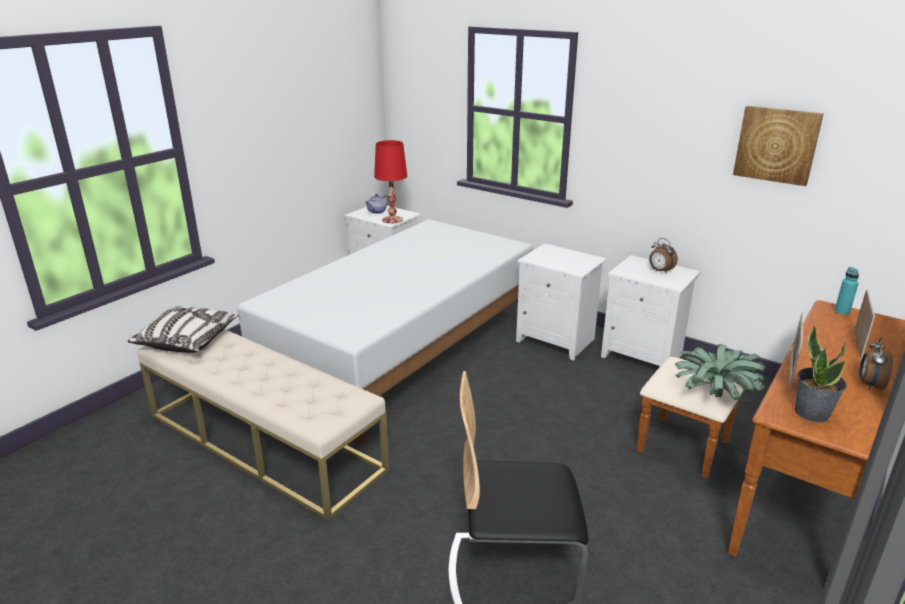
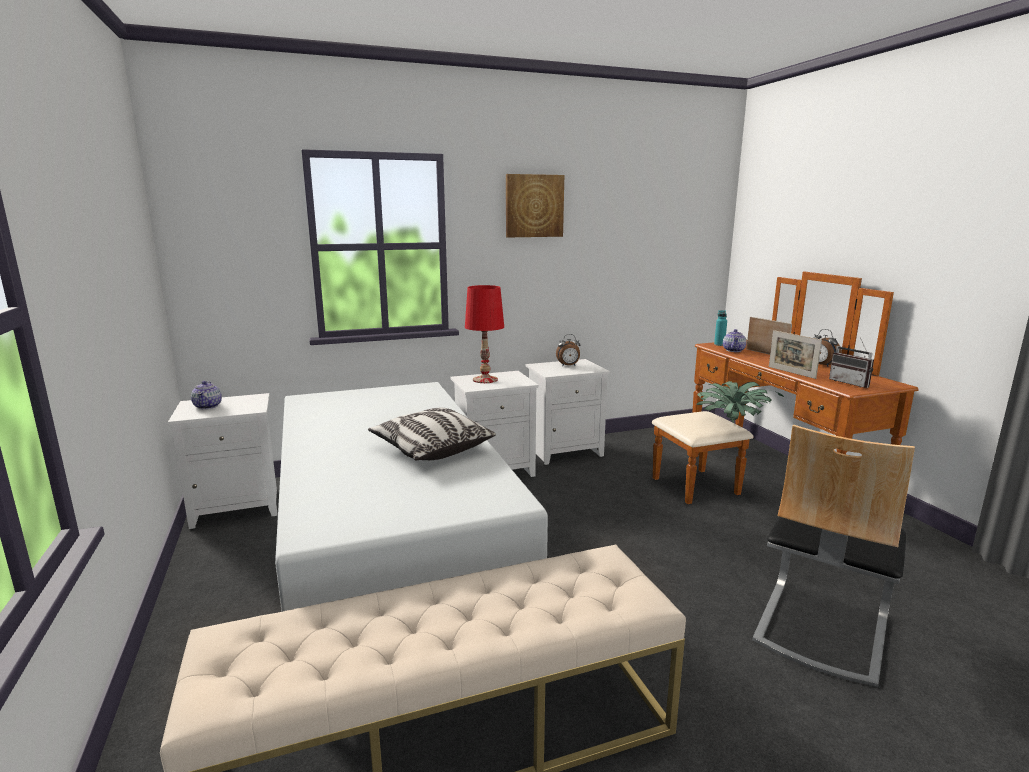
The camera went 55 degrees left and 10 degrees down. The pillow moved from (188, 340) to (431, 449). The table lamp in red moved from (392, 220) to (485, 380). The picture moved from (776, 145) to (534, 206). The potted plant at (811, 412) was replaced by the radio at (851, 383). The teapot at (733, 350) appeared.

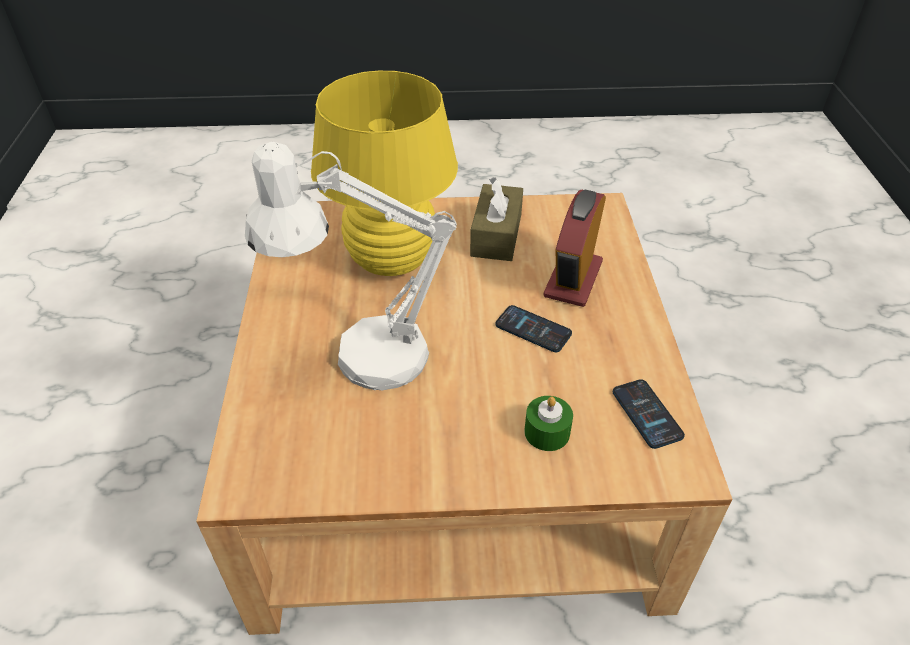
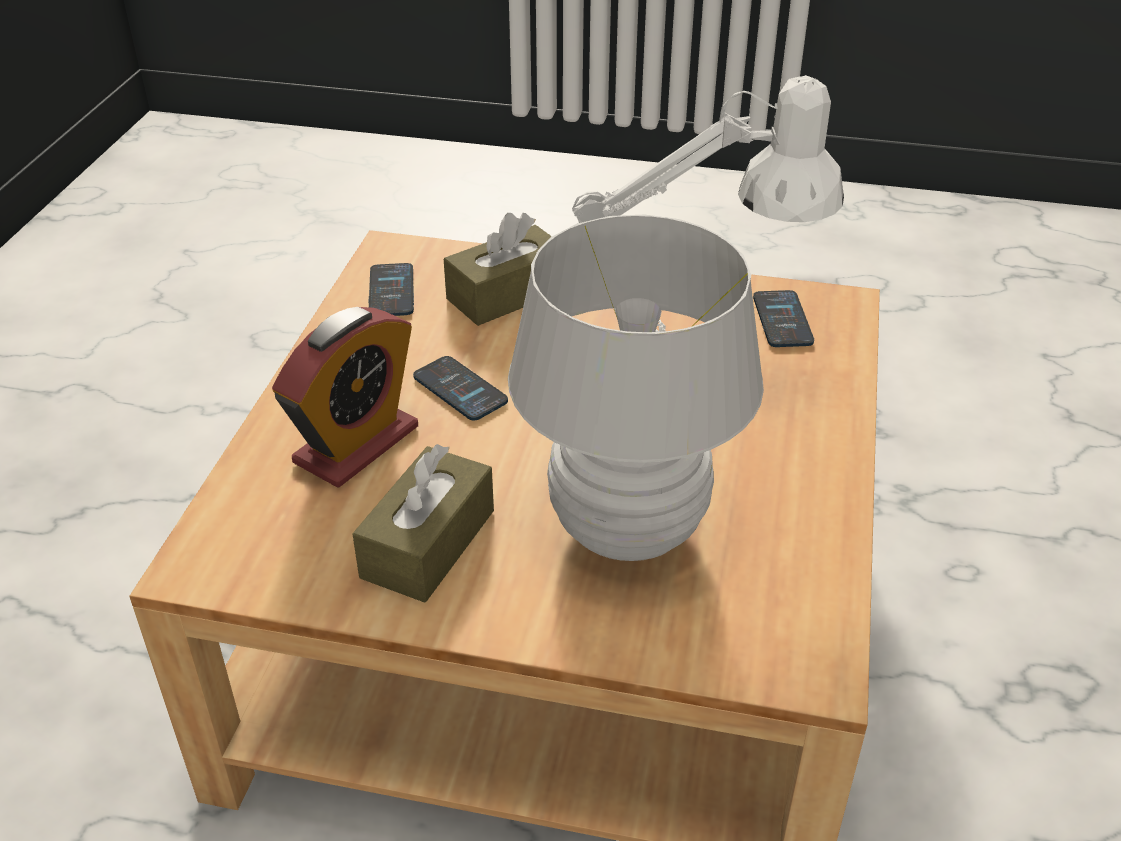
The camera went 165 degrees left and 5 degrees down. The table lamp in yellow at (392, 260) became the table lamp in white at (626, 528). The candle in green at (547, 432) was replaced by the tissue box in brown at (508, 294). The phone at (782, 320) appeared.

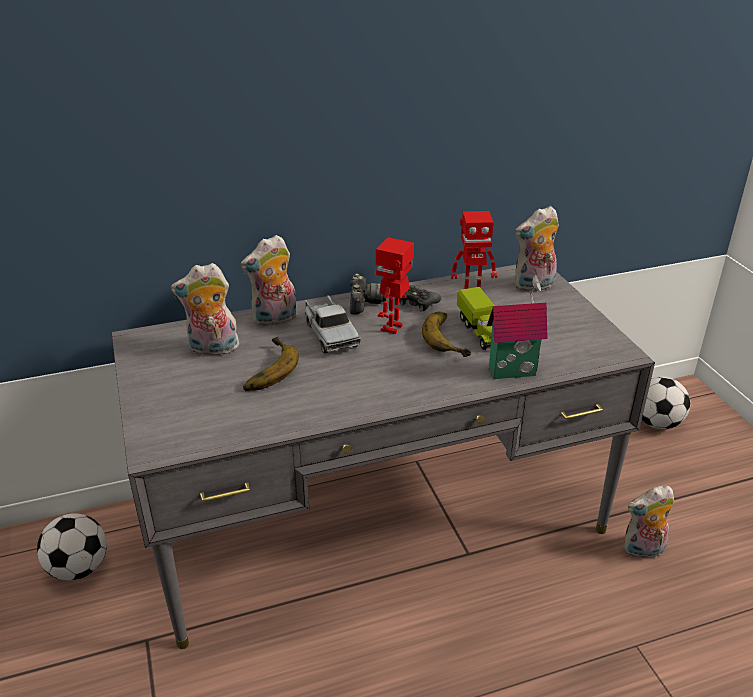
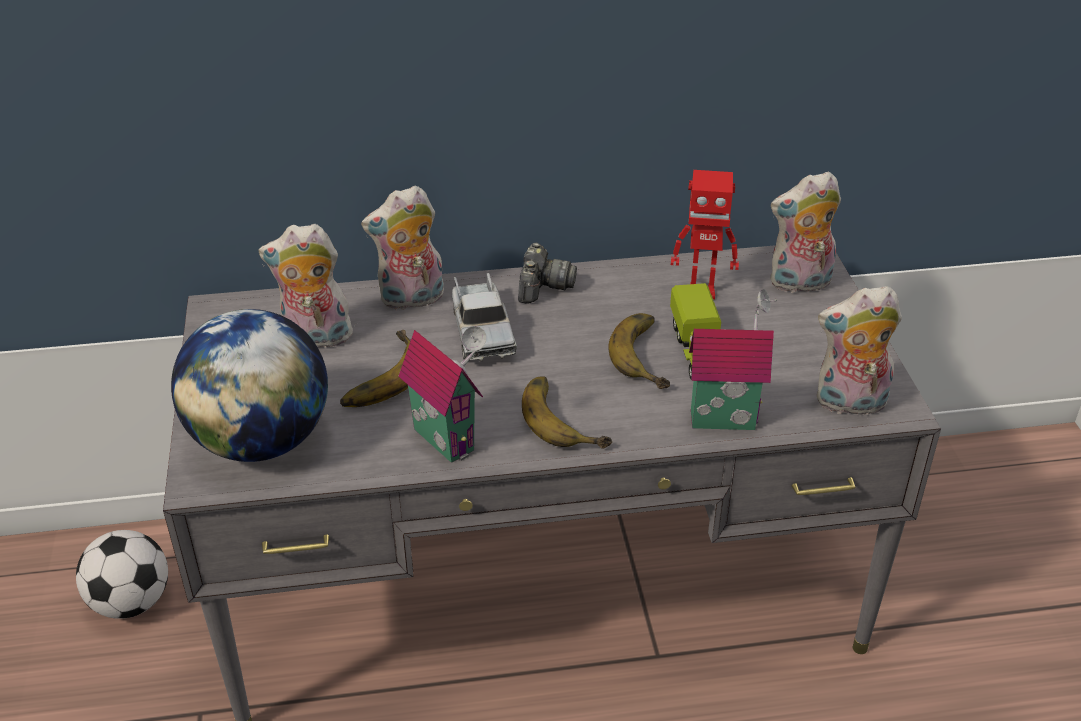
The camera went 10 degrees right and 5 degrees up. The toy robot at (393, 328) disappeared. The game controller in black at (417, 303) disappeared. The plush toy moved from (643, 550) to (849, 404). The football at (657, 423) disappeared. The globe at (261, 441) appeared. The toy house at (448, 438) appeared. The banana at (566, 417) appeared.

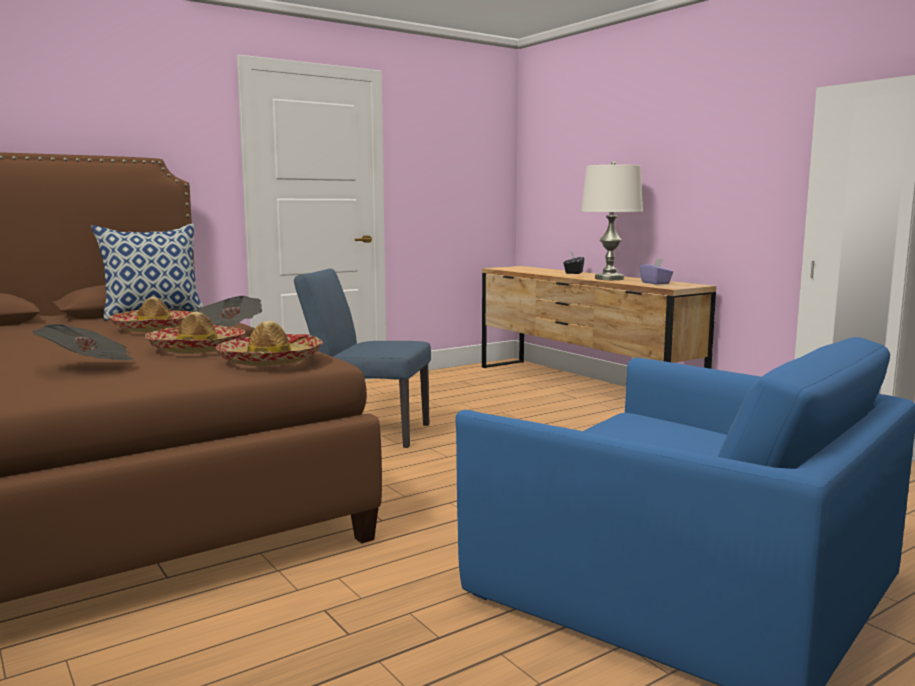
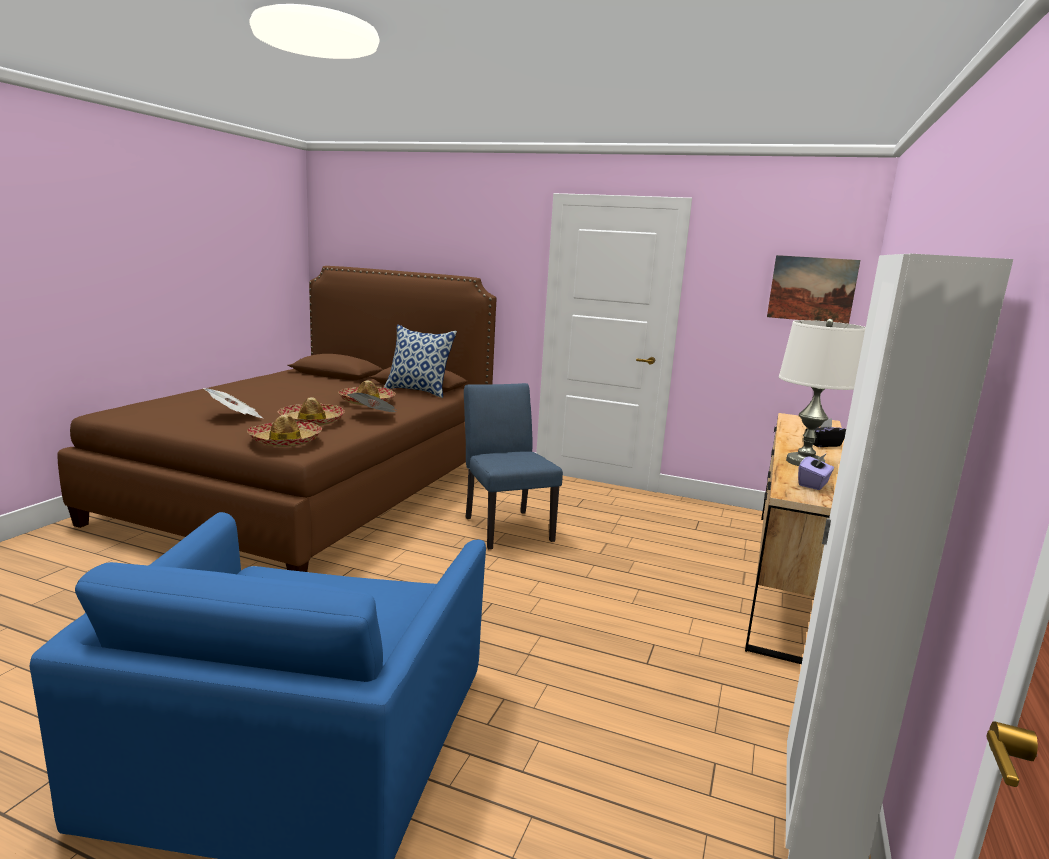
The camera went 55 degrees right and 5 degrees up. The picture at (812, 289) appeared.

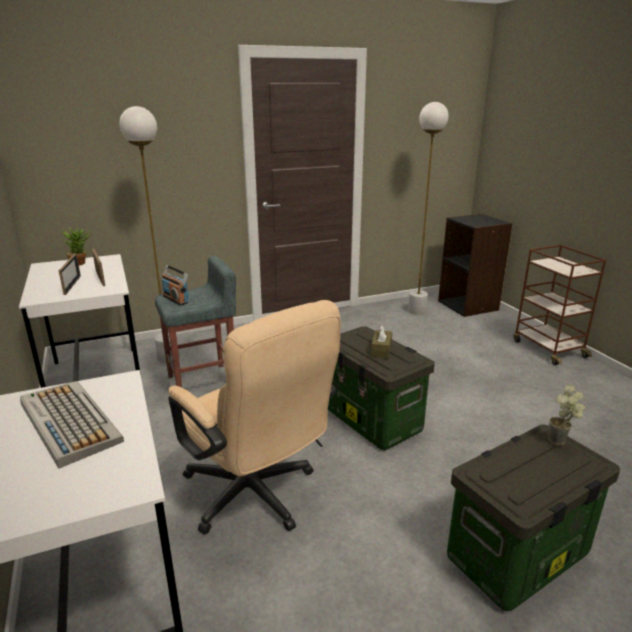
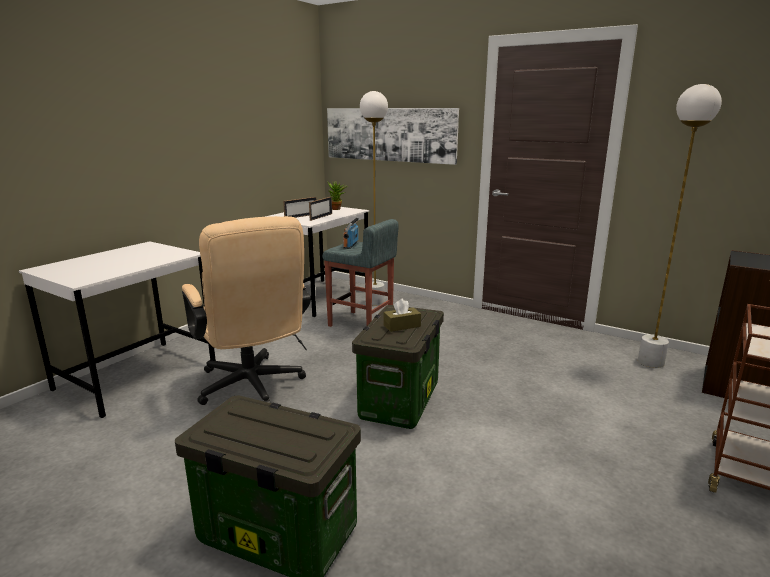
The camera went 55 degrees right and 5 degrees down. The keyboard at (68, 422) disappeared. The office chair in beige at (256, 497) turned 45 degrees counterclockwise. The potted plant at (561, 443) disappeared. The picture at (389, 134) appeared.

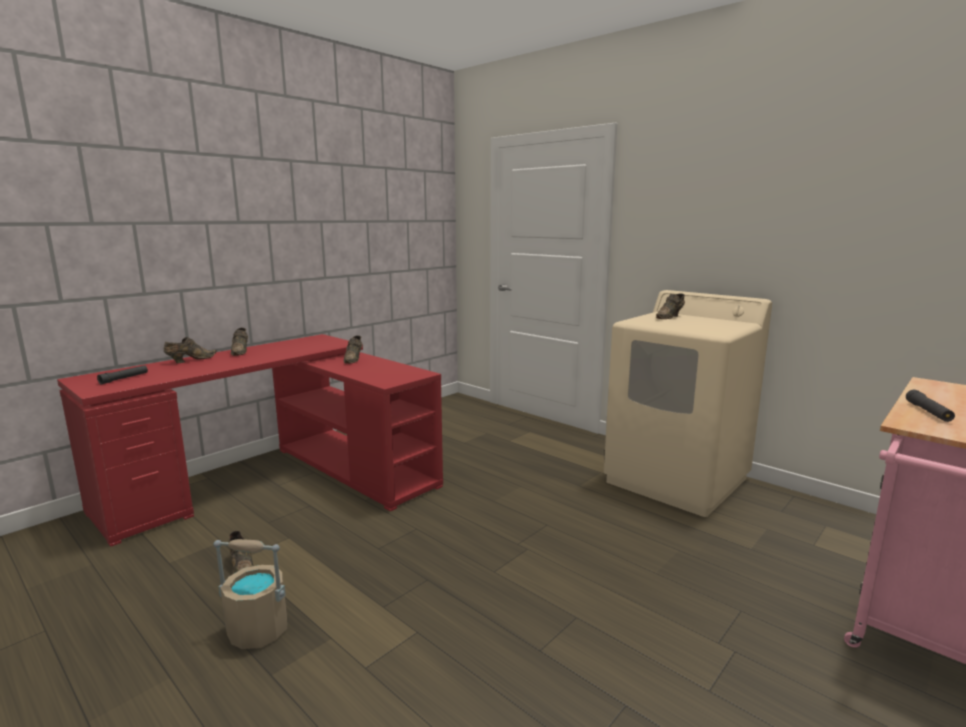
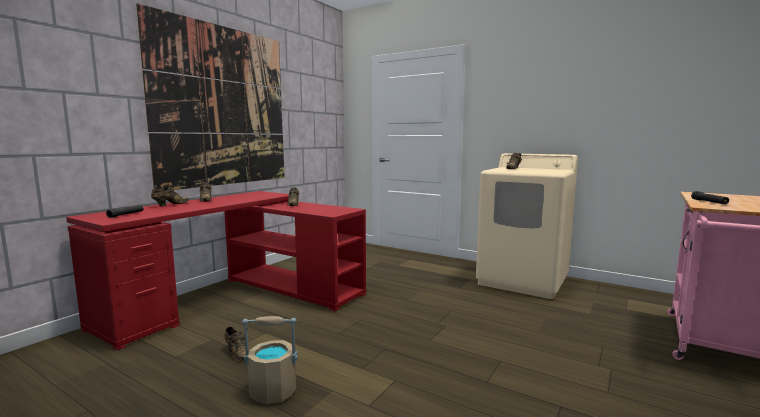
The camera went 10 degrees left and 5 degrees down. The picture at (223, 107) appeared.

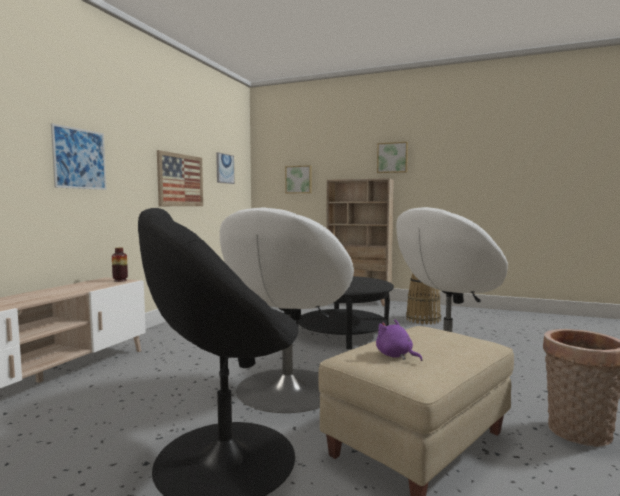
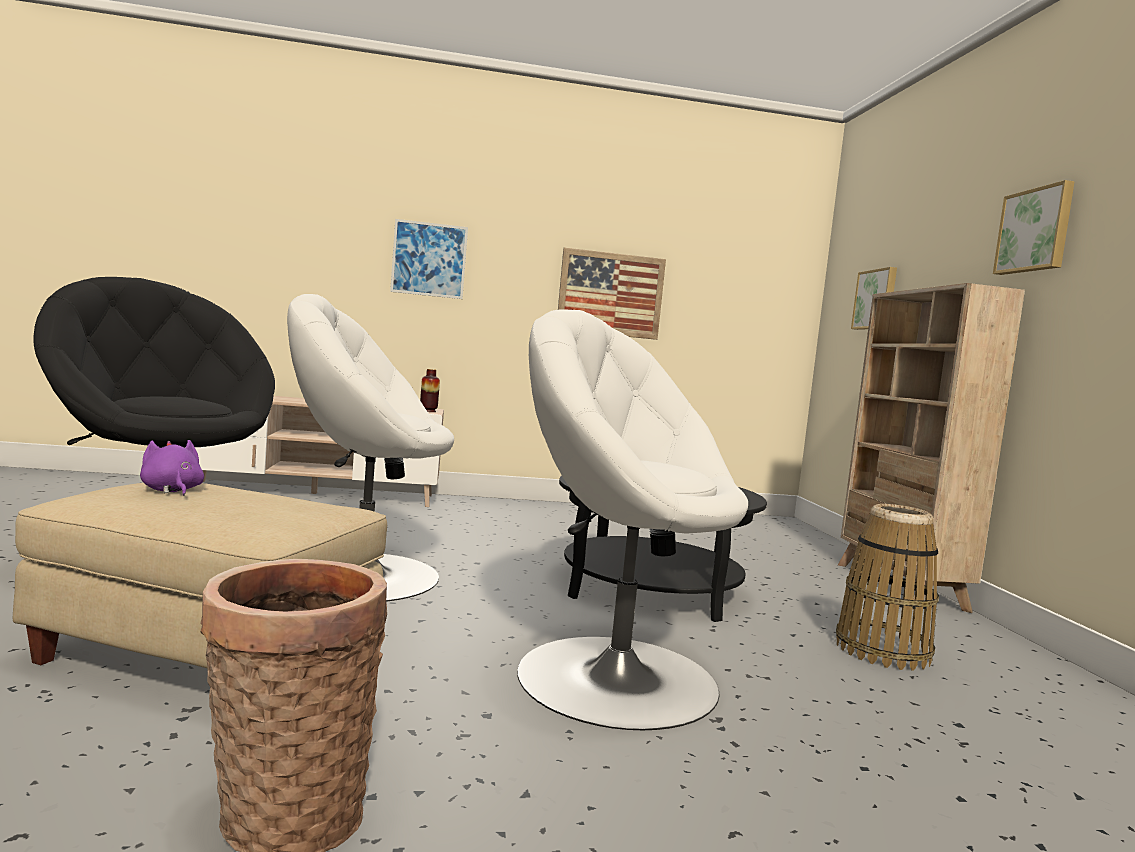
The camera went 60 degrees right and 0 degrees up. The picture at (224, 168) disappeared. The plush toy in purple at (395, 356) turned 60 degrees counterclockwise.

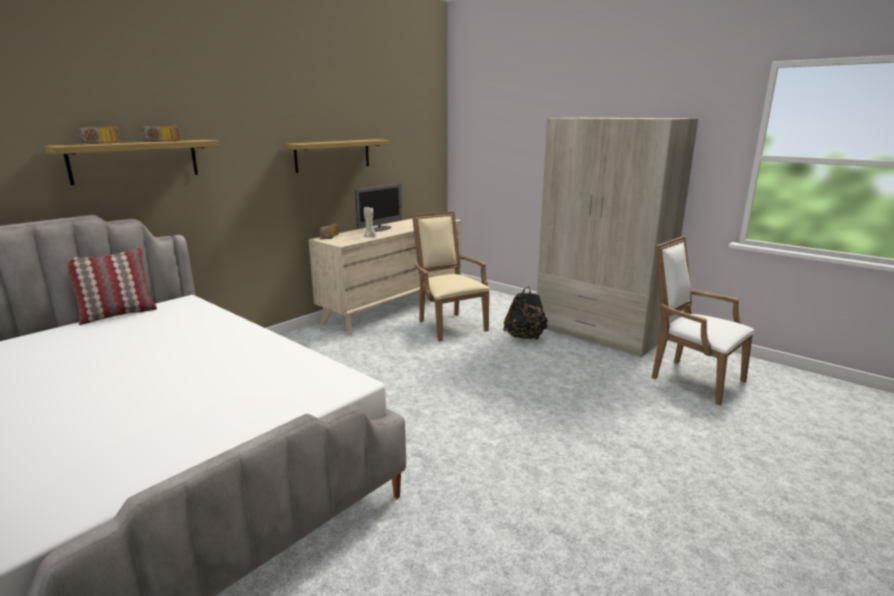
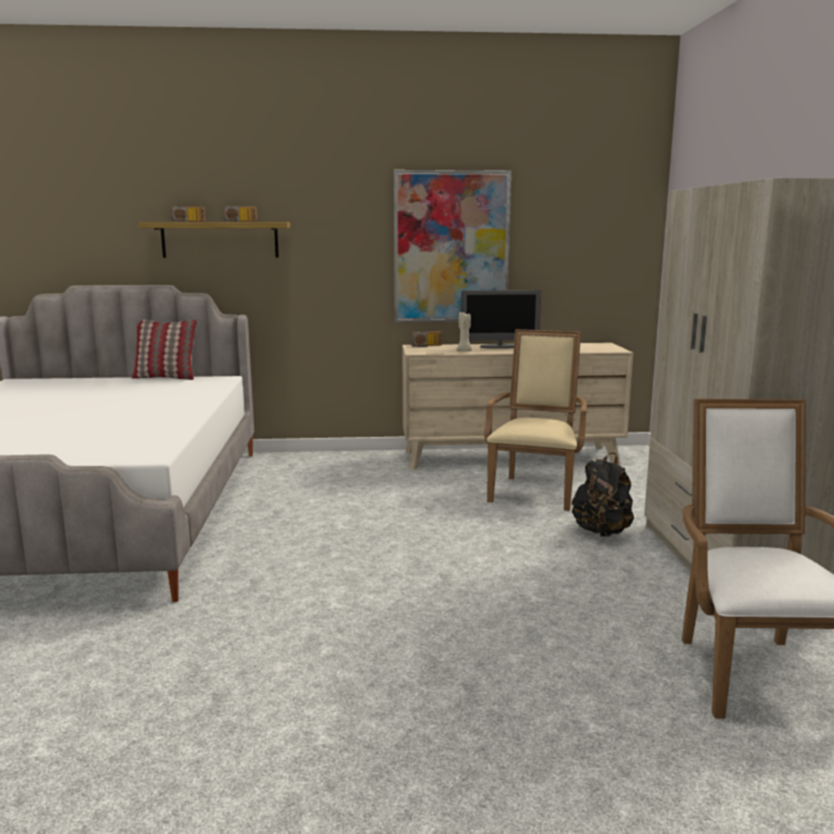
The camera went 45 degrees right and 5 degrees down. The shelf at (333, 155) was replaced by the picture at (451, 247).

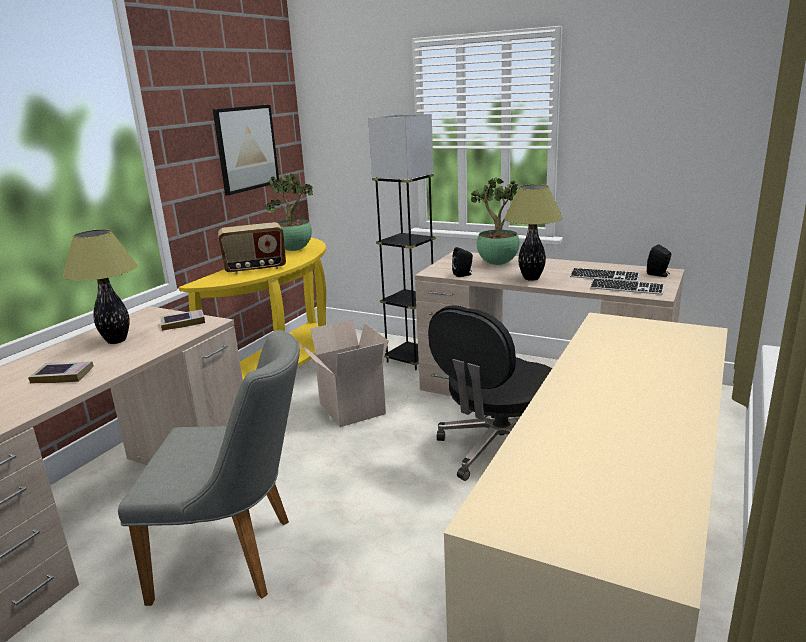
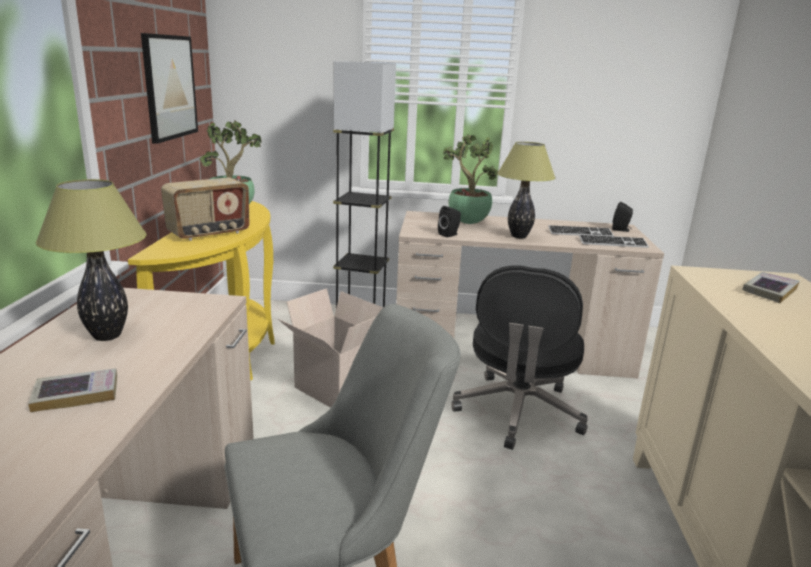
The camera went 25 degrees left and 0 degrees up. The book moved from (183, 323) to (769, 291).

